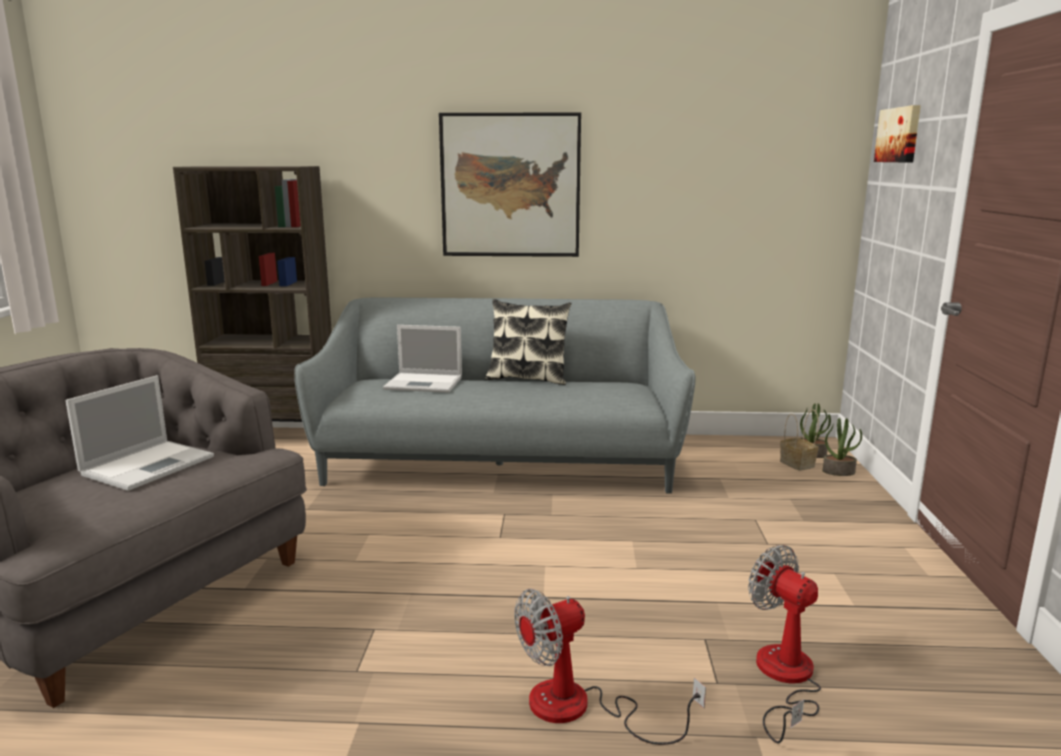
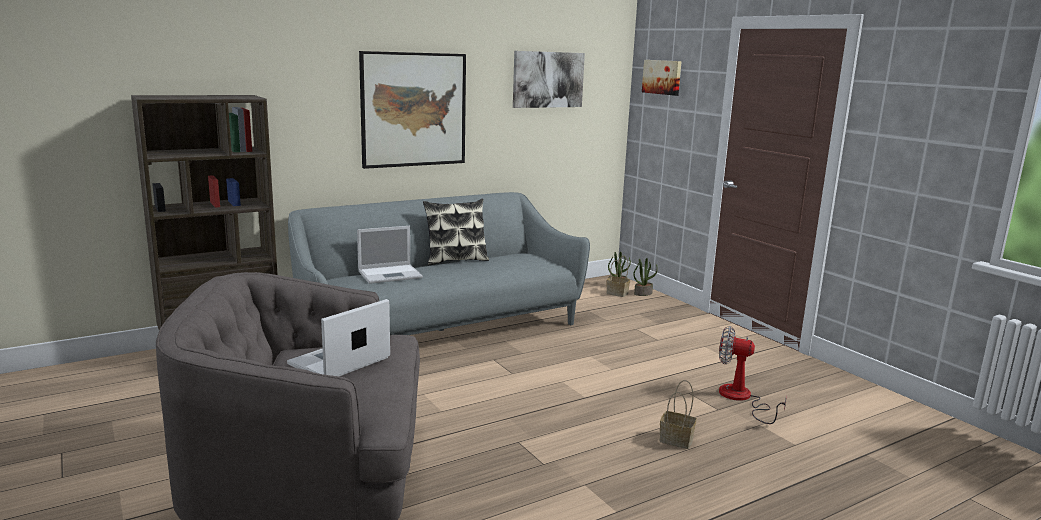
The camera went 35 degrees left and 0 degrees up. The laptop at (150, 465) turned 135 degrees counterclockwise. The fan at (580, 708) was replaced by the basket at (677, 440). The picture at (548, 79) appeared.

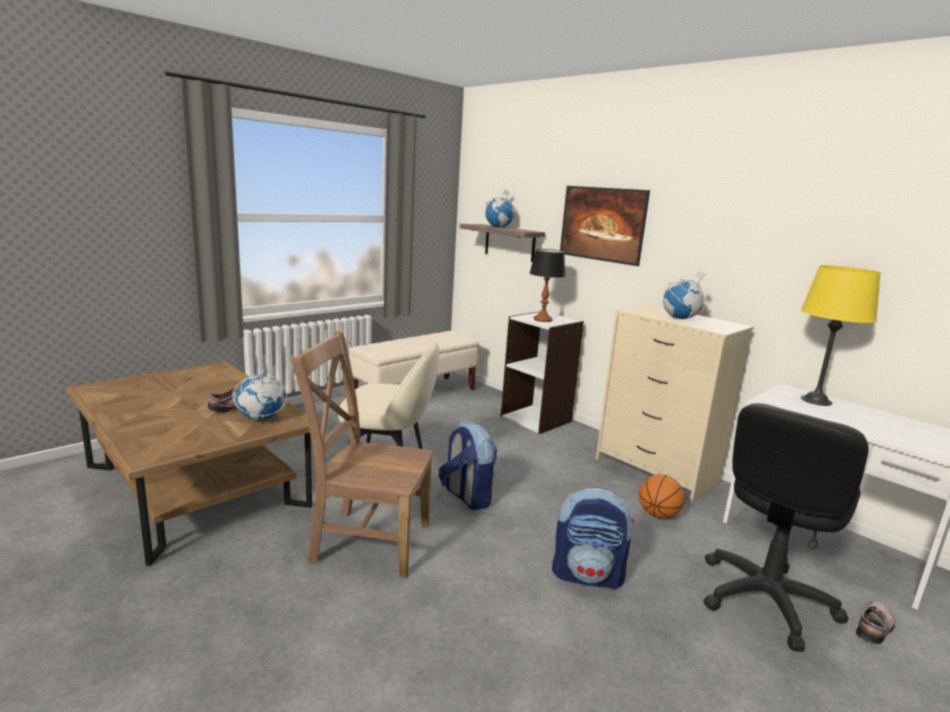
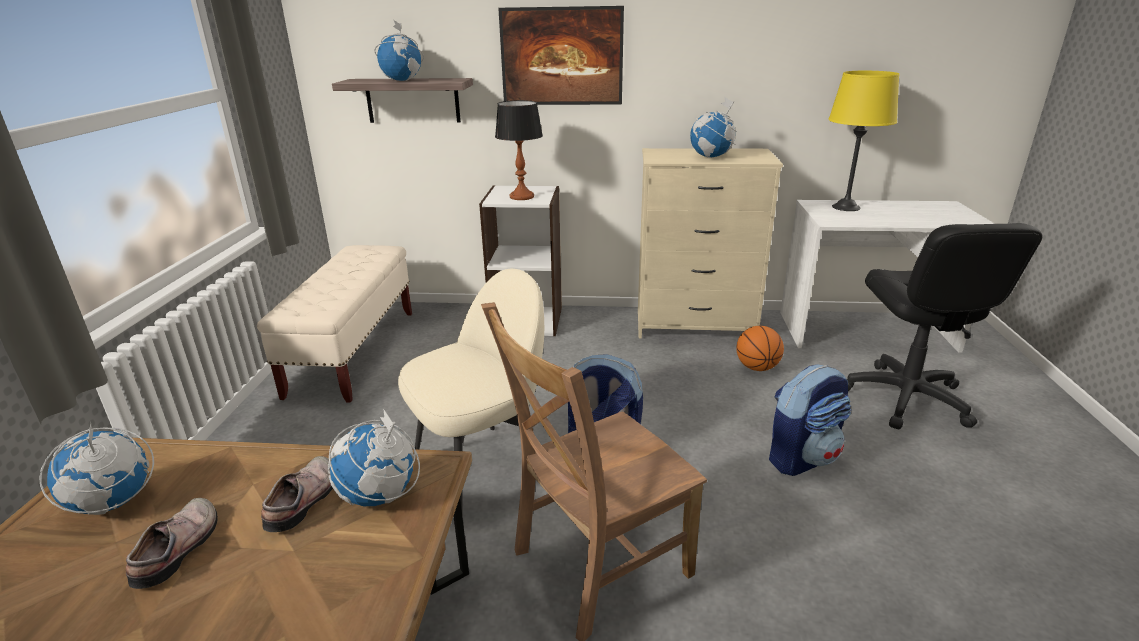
The camera went 40 degrees left and 10 degrees up. The shoe moved from (875, 627) to (181, 548). The globe at (112, 504) appeared.

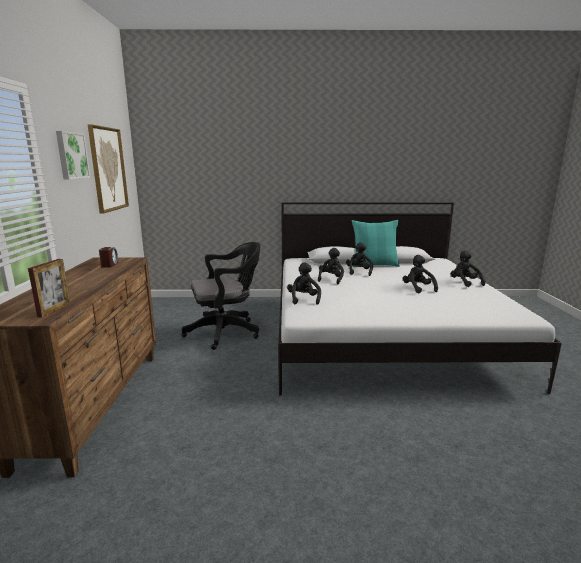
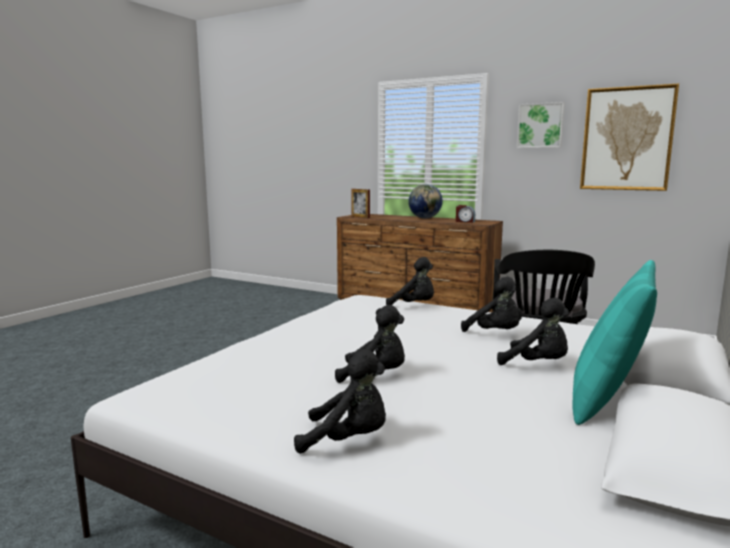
The camera went 120 degrees right and 5 degrees down. The globe at (425, 218) appeared.

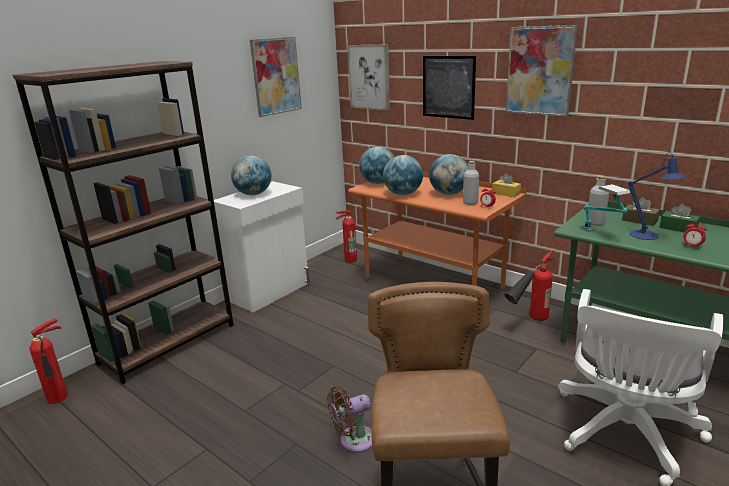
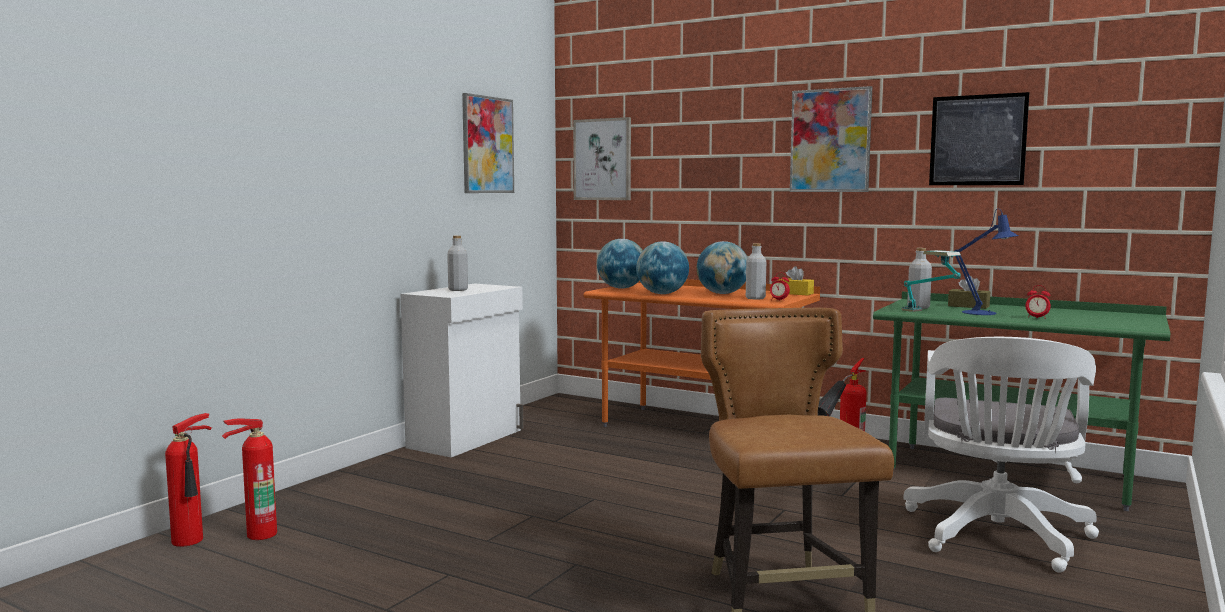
The camera went 10 degrees left and 15 degrees down. The bookcase in brown at (168, 343) disappeared. The globe at (253, 194) was replaced by the bottle in grey at (458, 290). The fan in brown at (354, 441) disappeared. The fire extinguisher moved from (349, 260) to (258, 534). The picture moved from (448, 87) to (977, 140). The tissue box in green at (678, 228) disappeared.

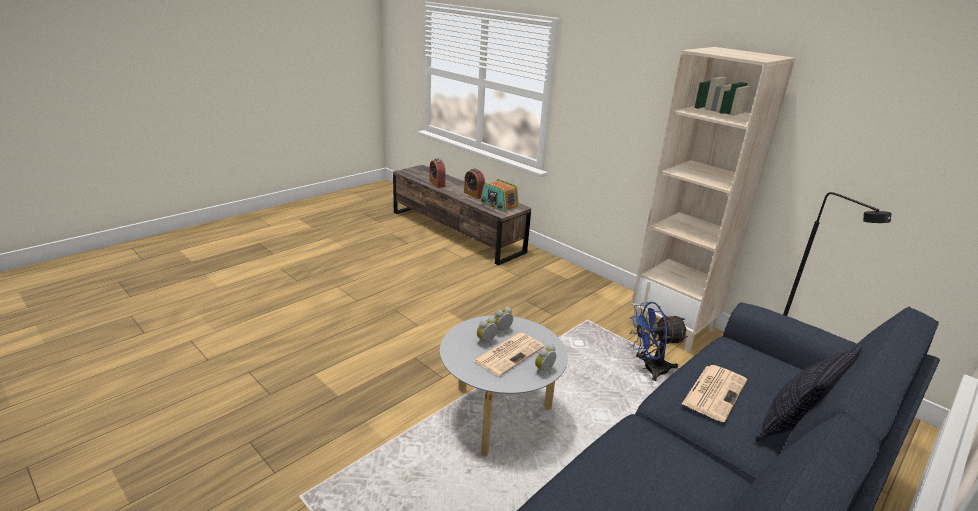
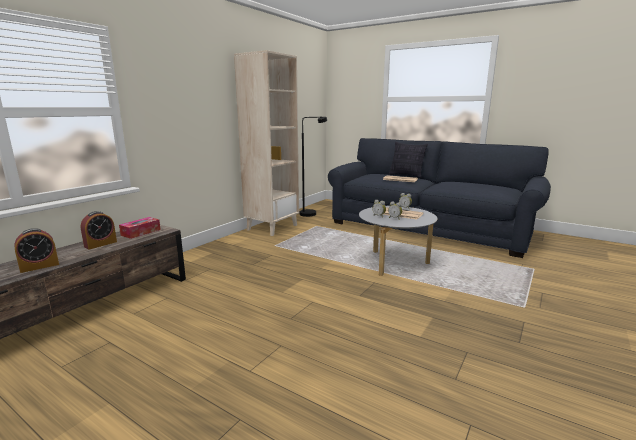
The camera went 100 degrees left and 10 degrees down. The radio at (499, 205) was replaced by the tissue box at (141, 232). The fan in blue at (649, 369) disappeared.

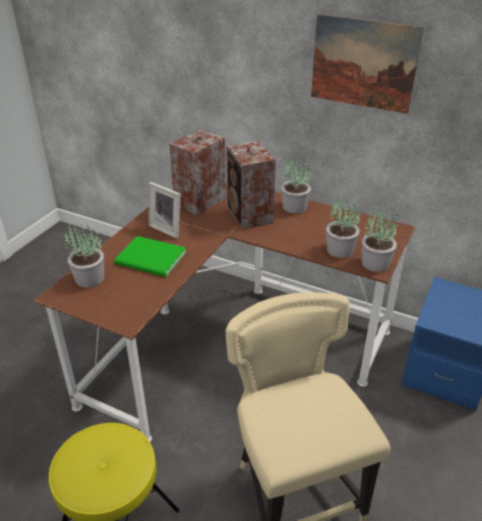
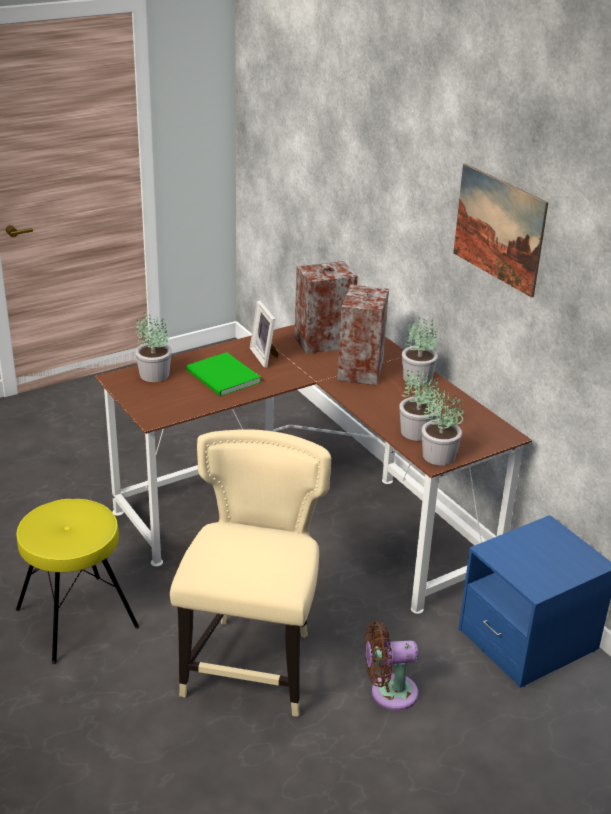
The camera went 30 degrees right and 5 degrees down. The fan in brown at (389, 693) appeared.

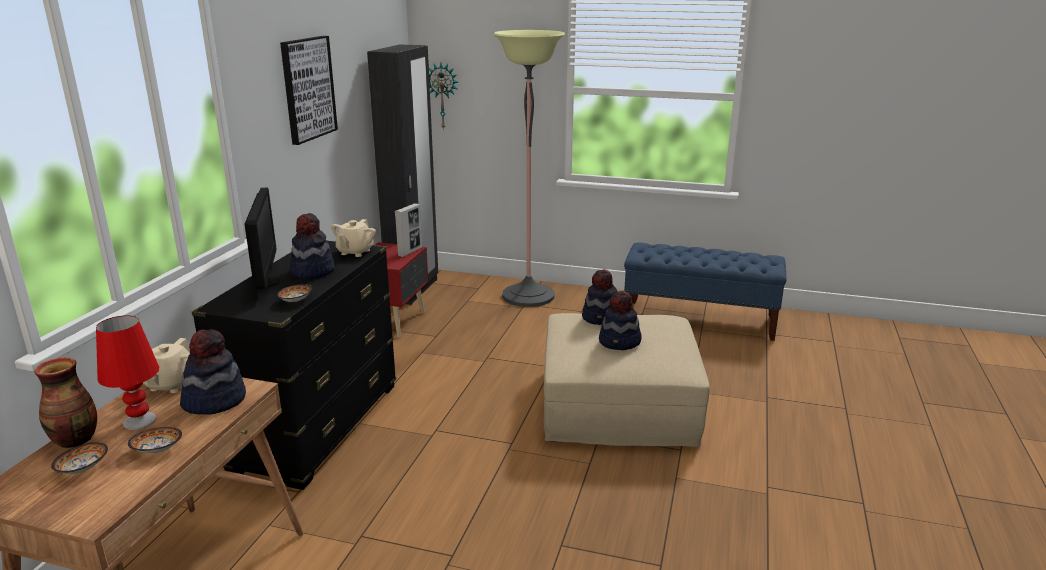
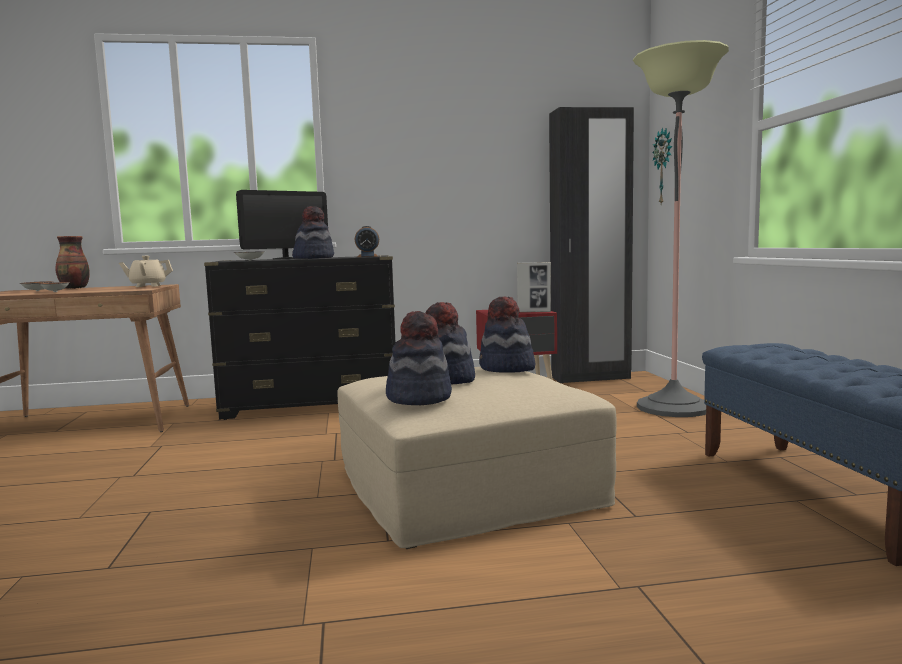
The camera went 65 degrees right and 15 degrees down. The table lamp in red at (140, 421) disappeared. The hat moved from (214, 400) to (419, 398). The picture at (308, 88) disappeared. The teapot in beige at (355, 252) was replaced by the alarm clock at (367, 256).

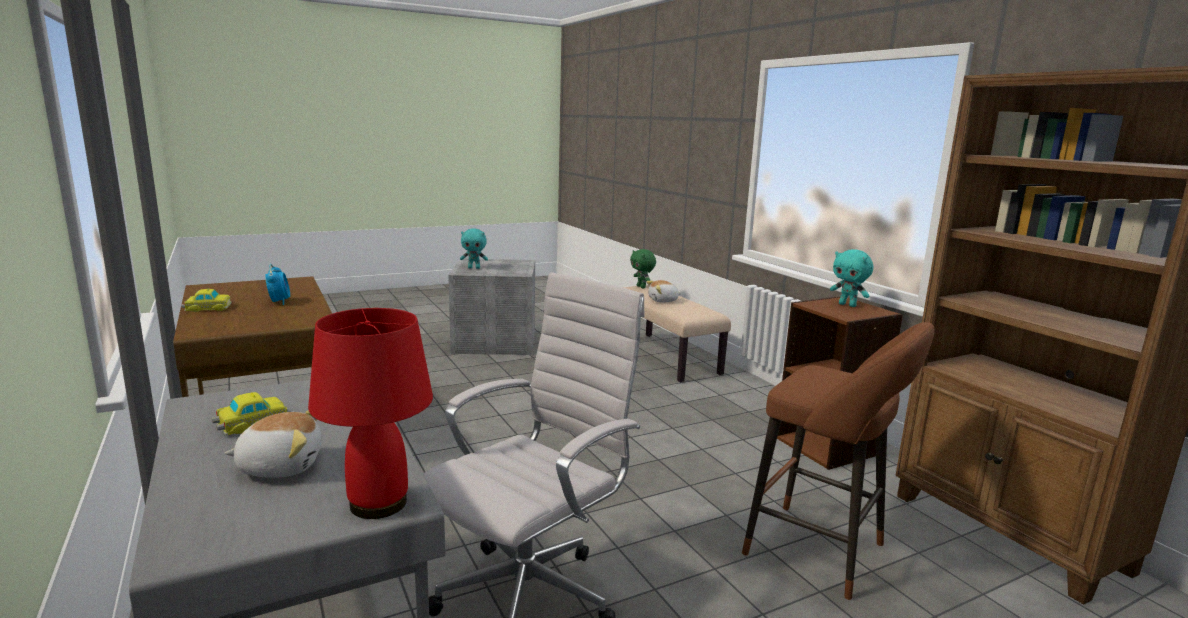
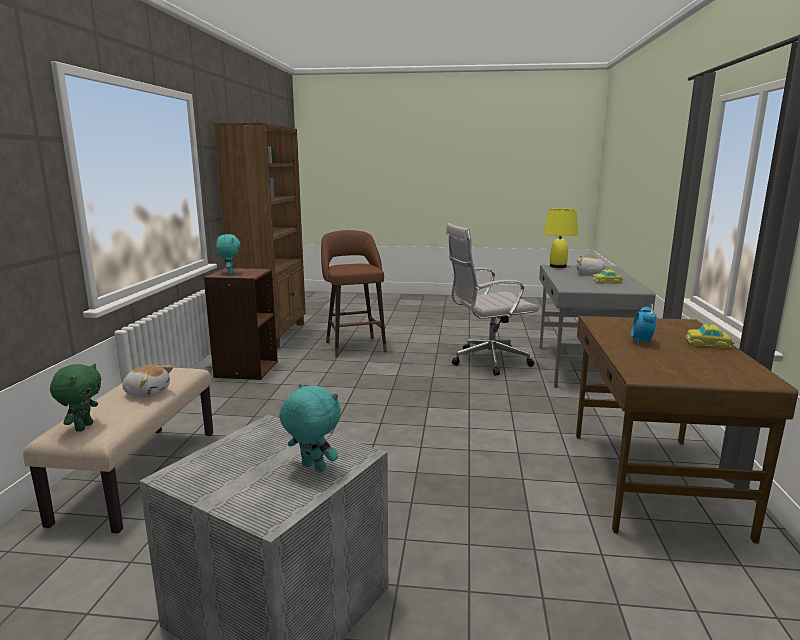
The camera went 145 degrees left and 0 degrees up. The table lamp in red at (377, 503) became the table lamp in yellow at (558, 266).

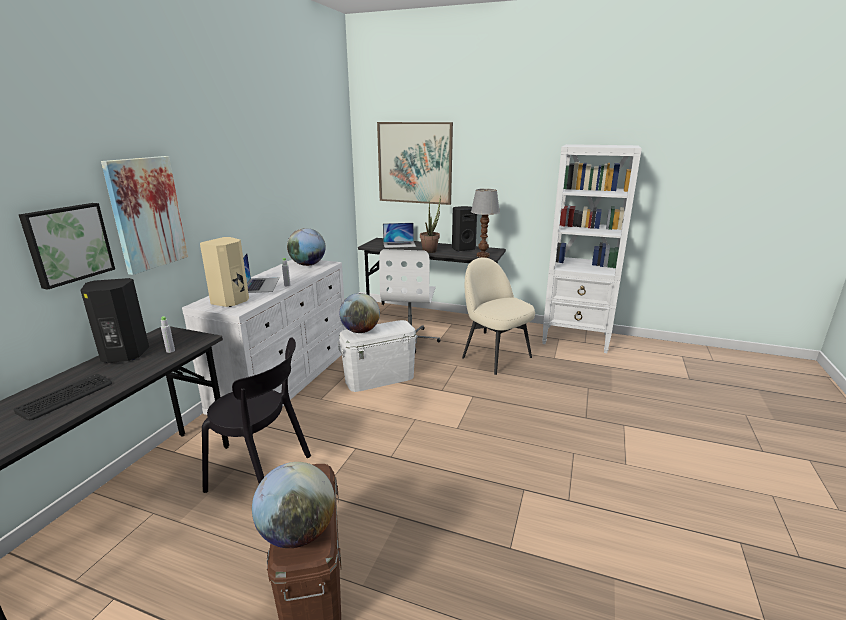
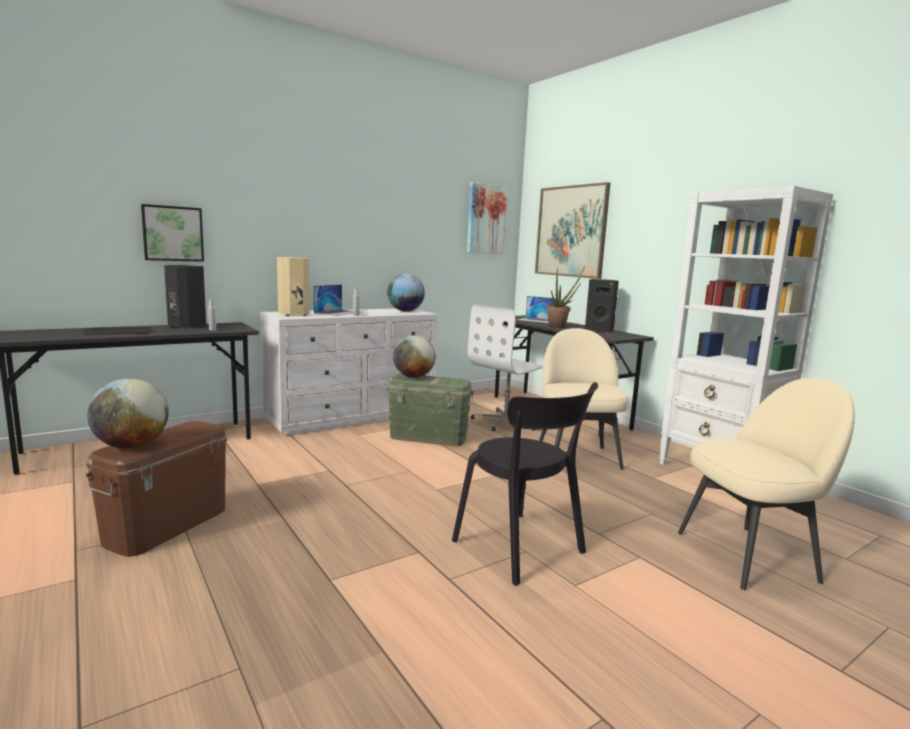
The camera went 35 degrees right and 10 degrees down. The picture moved from (146, 213) to (486, 219). The chair in black moved from (264, 474) to (522, 549). The storage box in white at (379, 378) became the storage box in green at (428, 437). The table lamp at (483, 256) disappeared. The chair in beige at (749, 556) appeared.

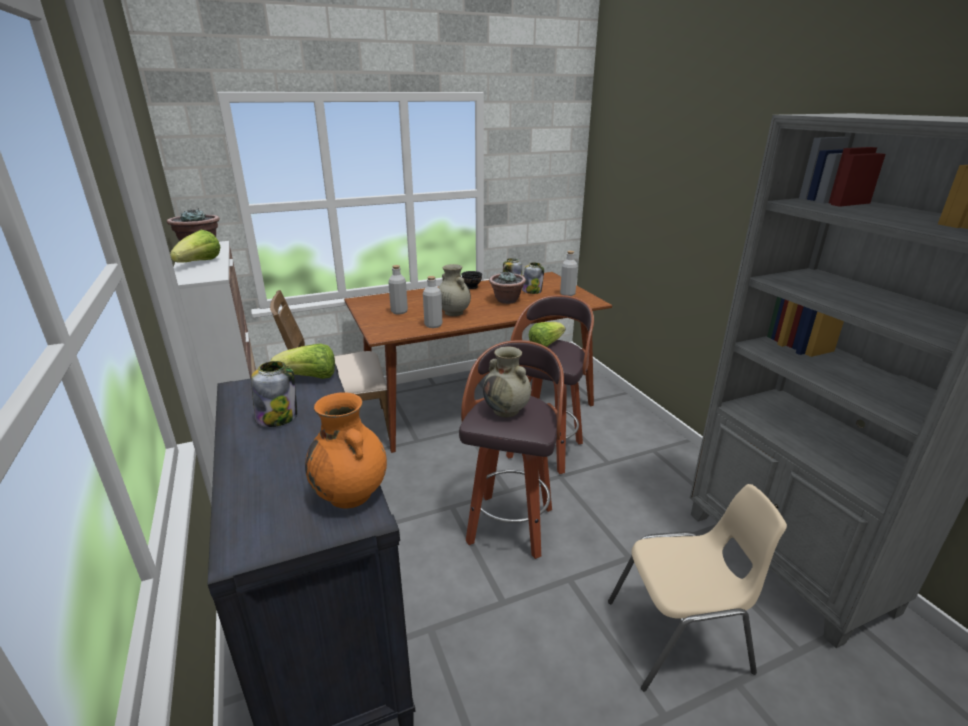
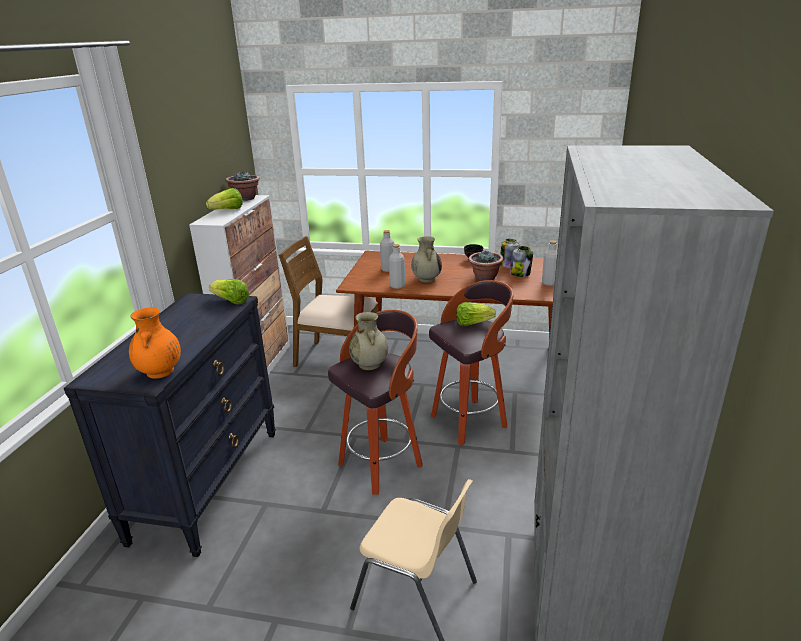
The camera went 35 degrees right and 0 degrees up. The jar at (278, 417) disappeared.

